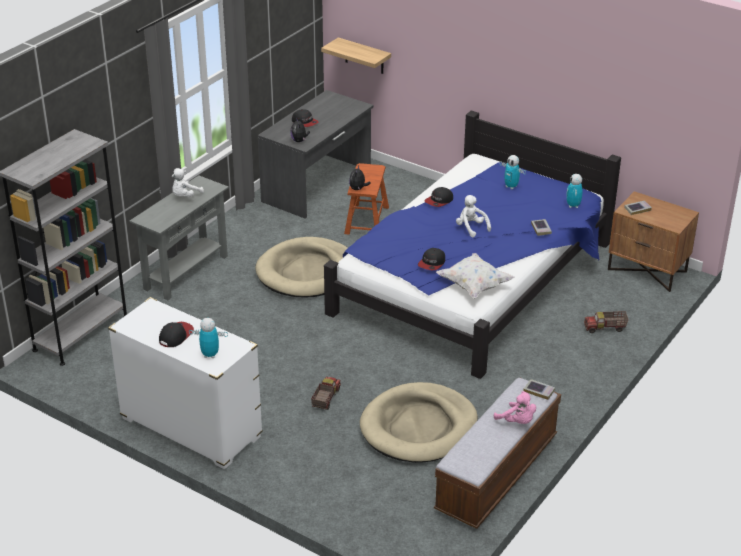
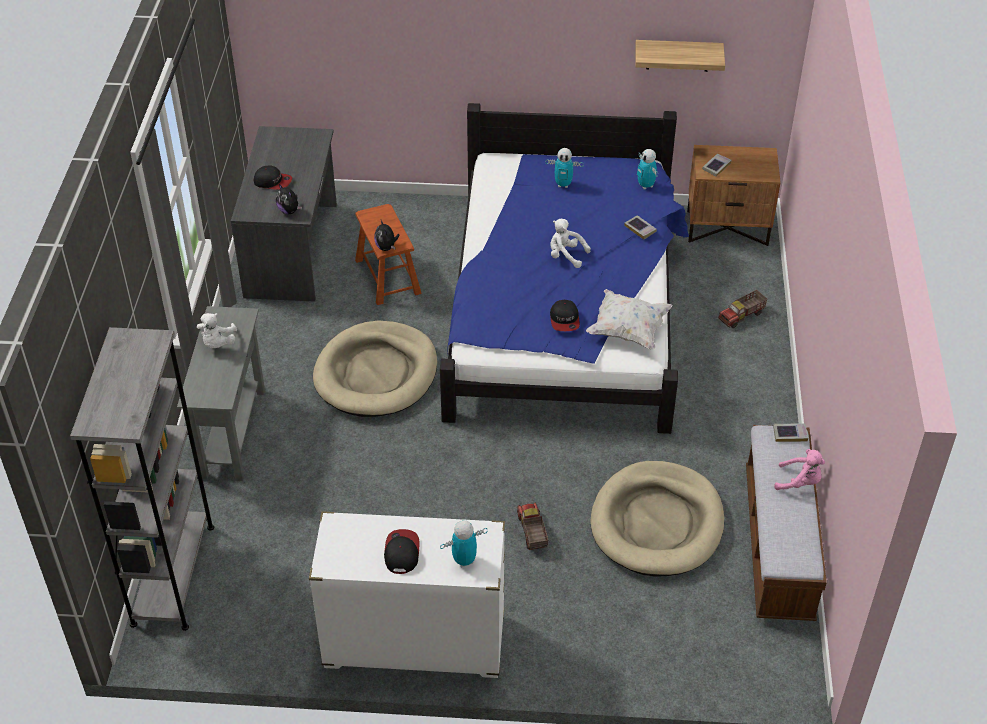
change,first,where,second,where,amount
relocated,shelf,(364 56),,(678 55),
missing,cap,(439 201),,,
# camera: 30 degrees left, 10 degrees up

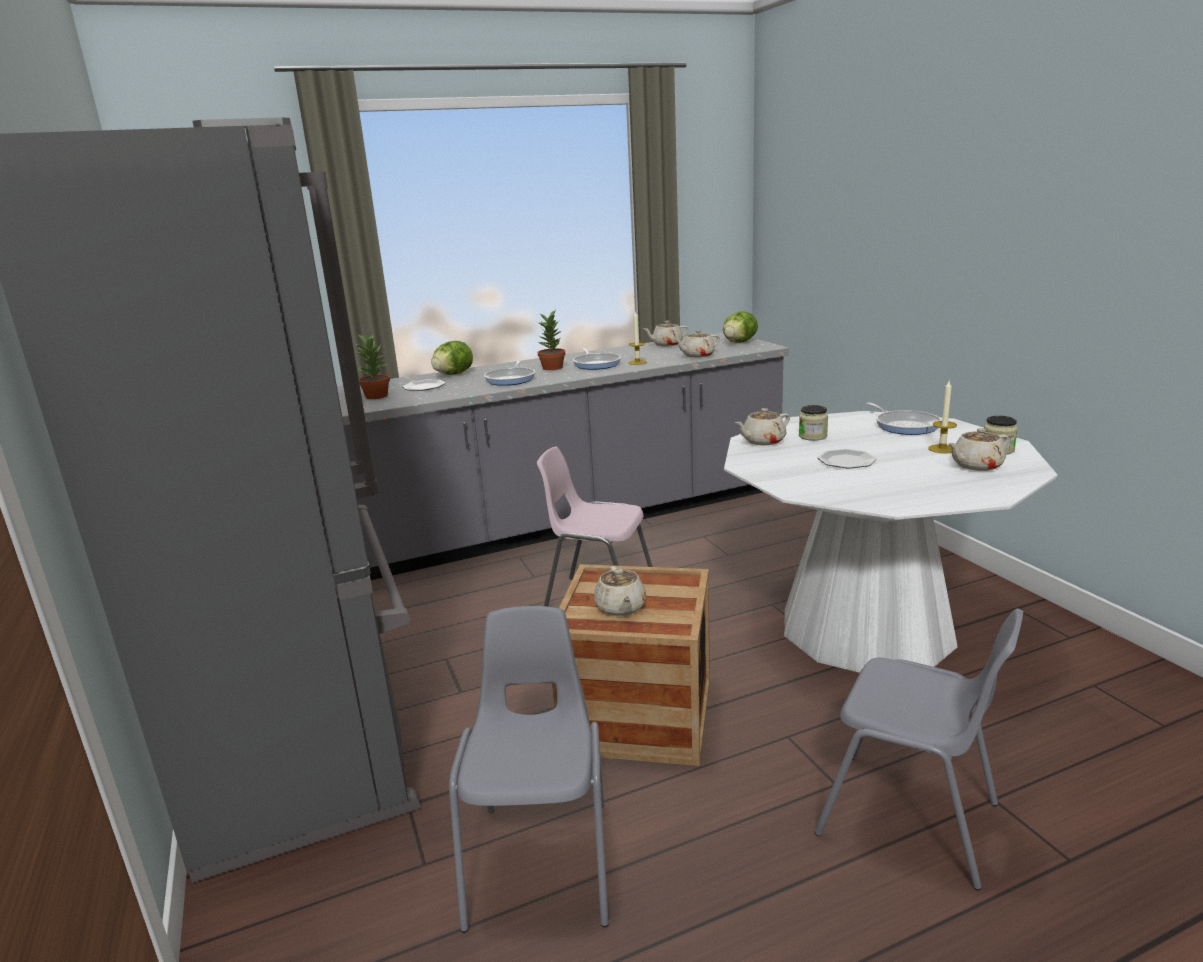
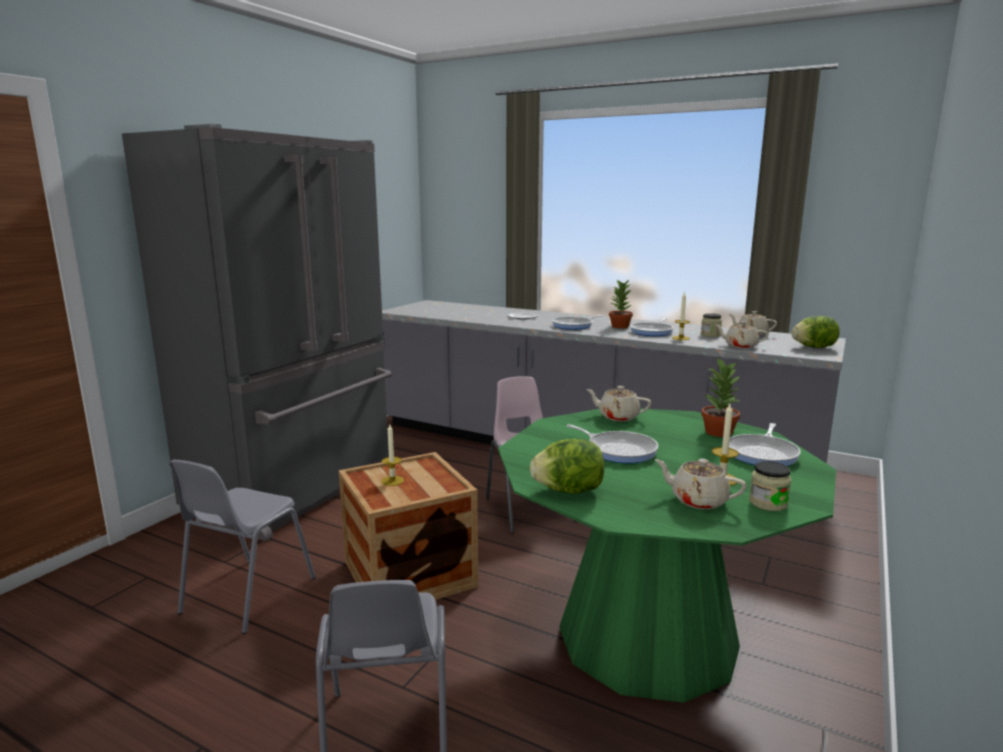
change,first,where,second,where,amount
relocated,potted plant,(376 396),,(719 432),
relocated,lettuce,(453 374),,(568 491),
relocated,jar,(812 436),,(710 335),
colour,dining table (white),(866 627),dining table (green),(647 636),
exchanged,plate,(846 461),frying pan,(618 450),
exchanged,teapot (beige),(620 607),candle,(392 481),
spun,chair (grey),(542 861),,(246 595),150 degrees clockwise
# camera: 50 degrees right, 5 degrees down

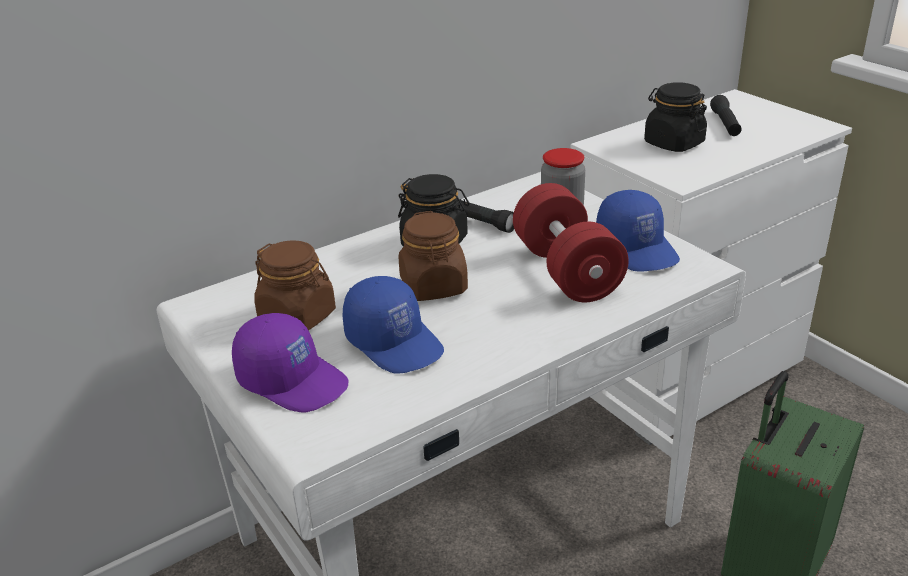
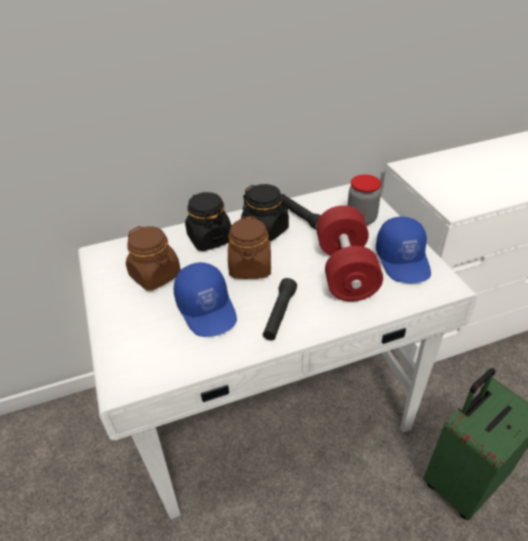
change,first,where,second,where,amount
relocated,jar (black),(673 143),,(209 238),
relocated,flashlight (black),(725 124),,(279 315),
missing,cap (purple),(293 380),,,
# camera: 15 degrees right, 10 degrees up

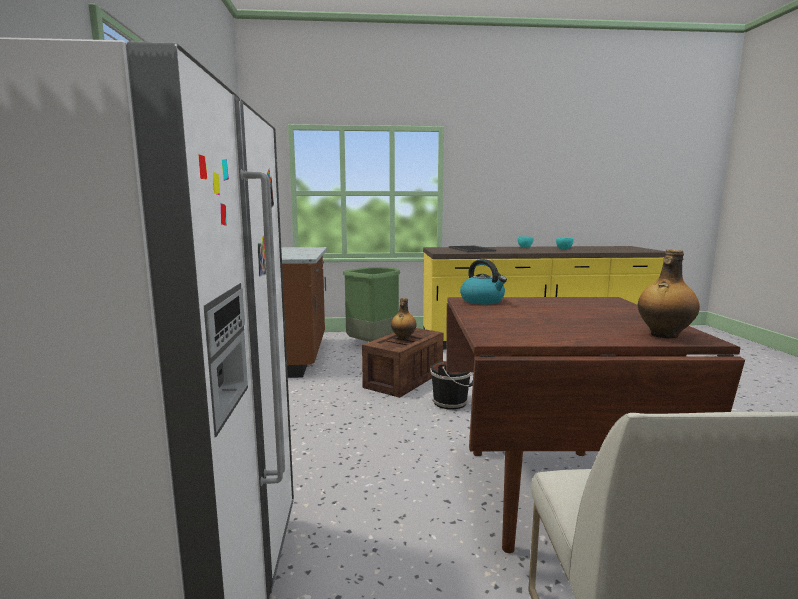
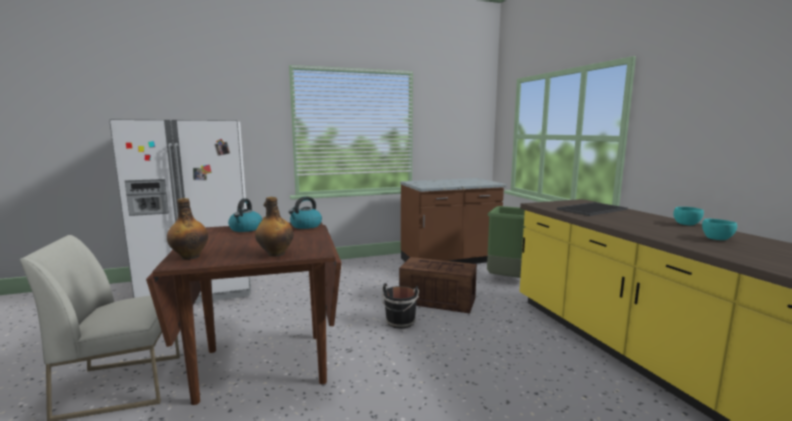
change,first,where,second,where,amount
relocated,bottle,(403 338),,(275 254),
appeared,,,kettle,(246 229),
# camera: 75 degrees right, 0 degrees up

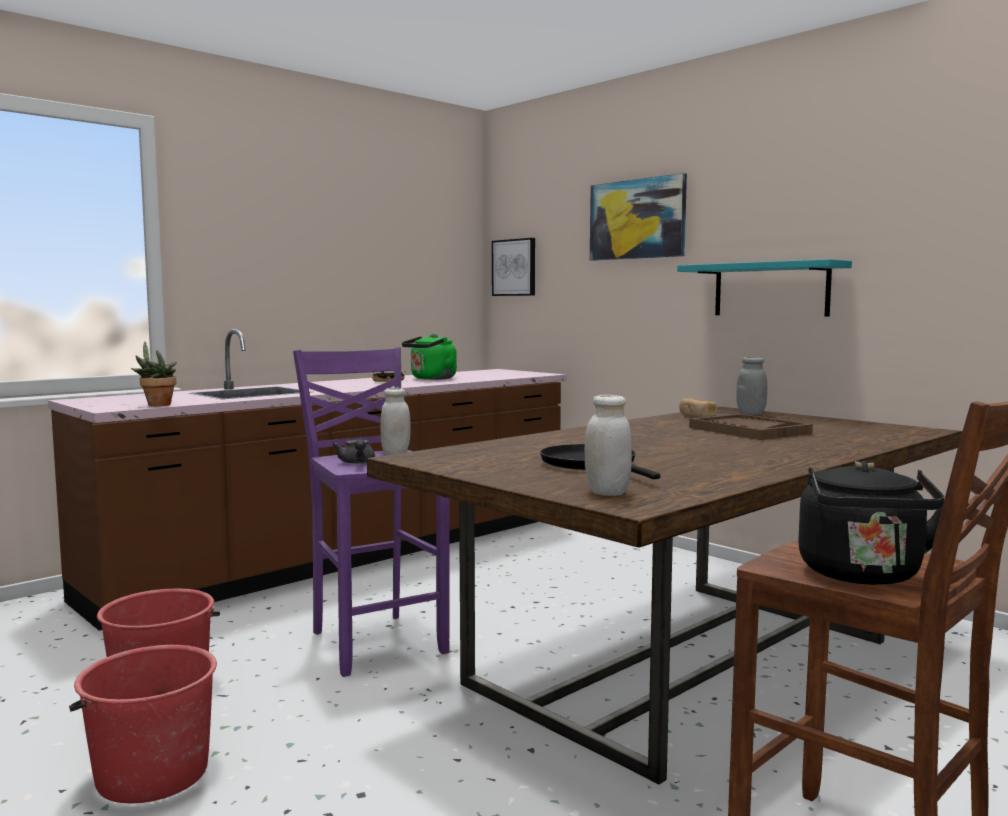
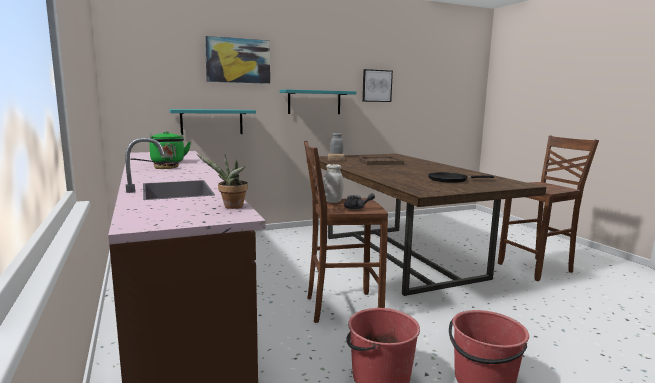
change,first,where,second,where,amount
relocated,picture,(514 267),,(376 86),
colour,stool (purple),(375 642),stool (brown),(341 307),
missing,jar (white),(607 492),,,
missing,kettle (black),(863 576),,,
appeared,,,shelf (turquoise),(212 122),
# camera: 70 degrees left, 5 degrees up

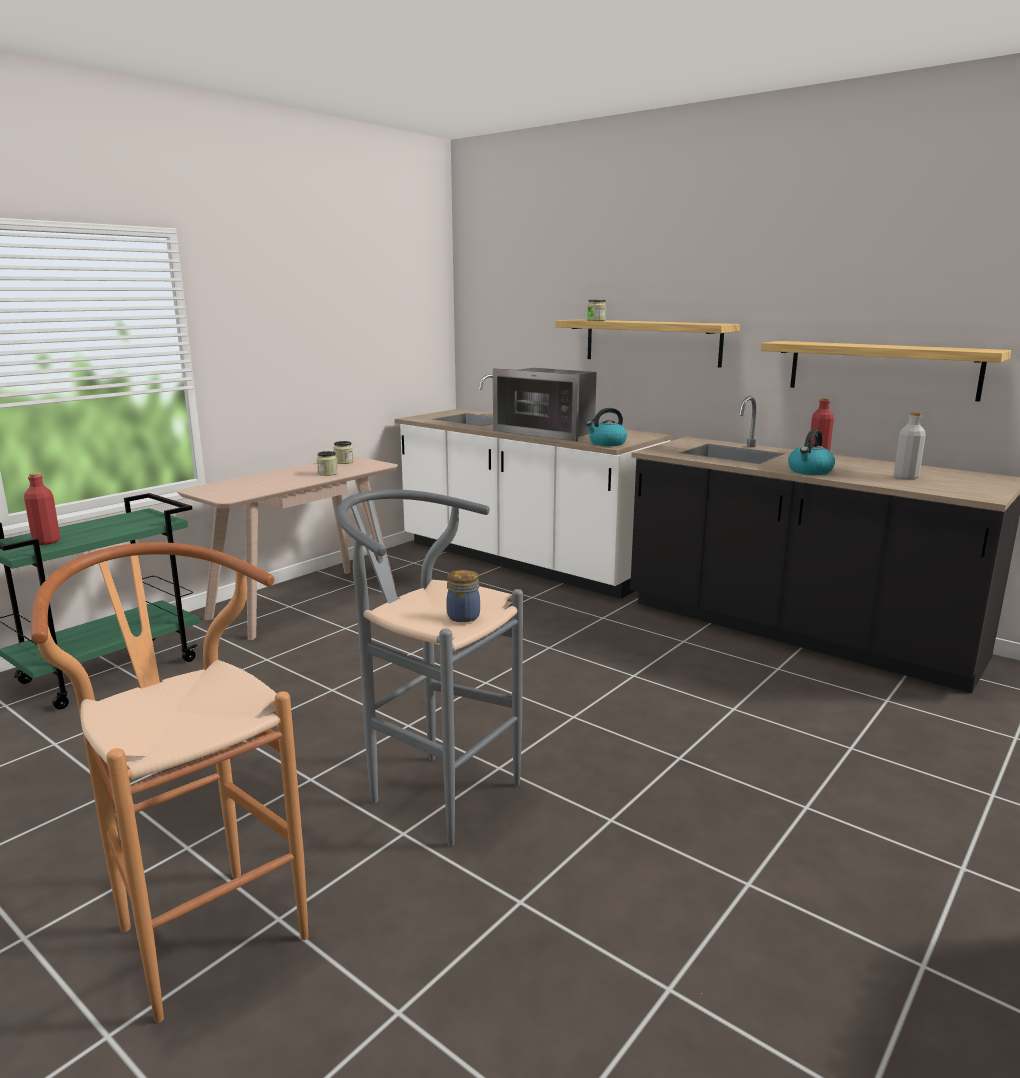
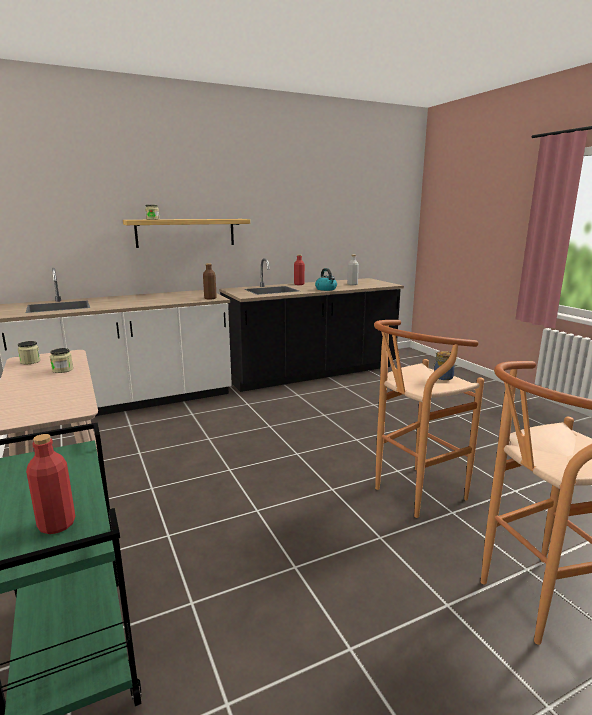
change,first,where,second,where,amount
missing,shelf,(882 369),,,
missing,microwave,(548 432),,,
exchanged,kettle,(607 443),bottle (brown),(210 298),
colour,stool (grey),(432 790),stool (brown),(412 495),
# camera: 65 degrees left, 0 degrees up

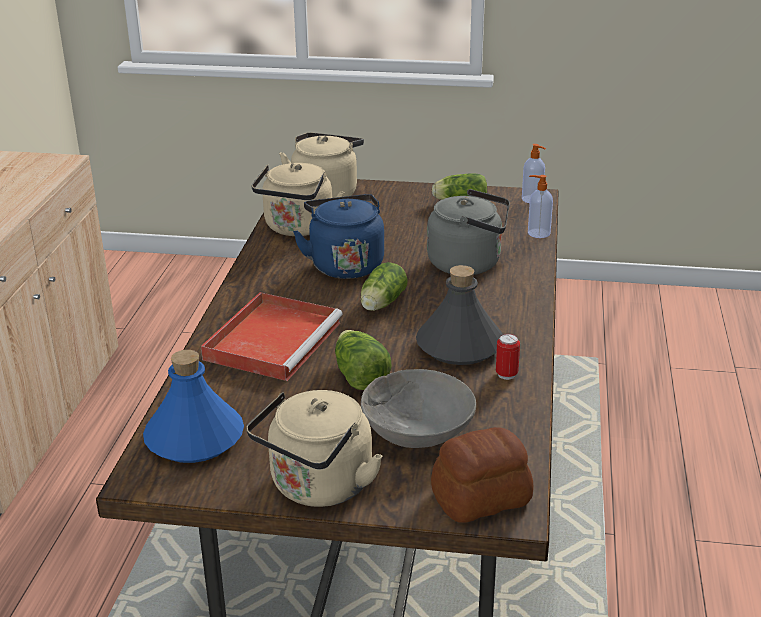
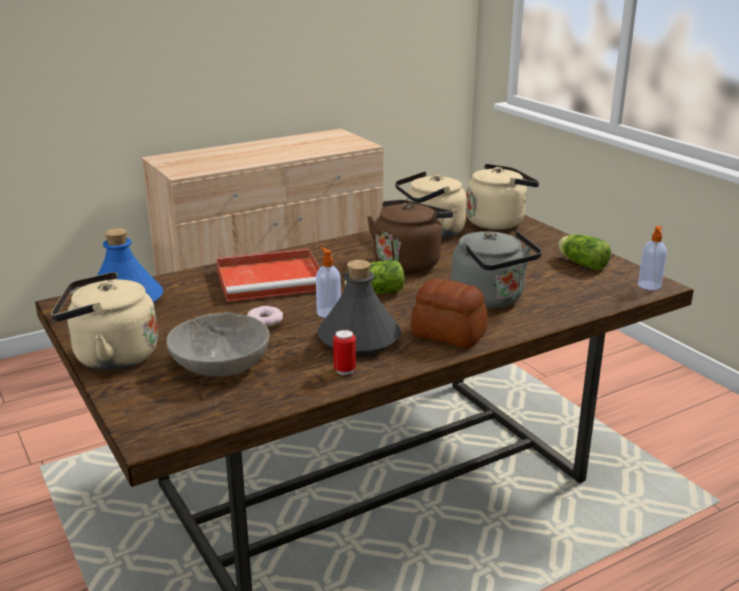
change,first,where,second,where,amount
relocated,soap dispenser,(538 233),,(328 312),
colour,kettle (blue),(345 264),kettle (brown),(409 263),
exchanged,lettuce,(359 376),donut,(265 320),
relocated,bread,(482 498),,(448 334),
# camera: 50 degrees right, 5 degrees down

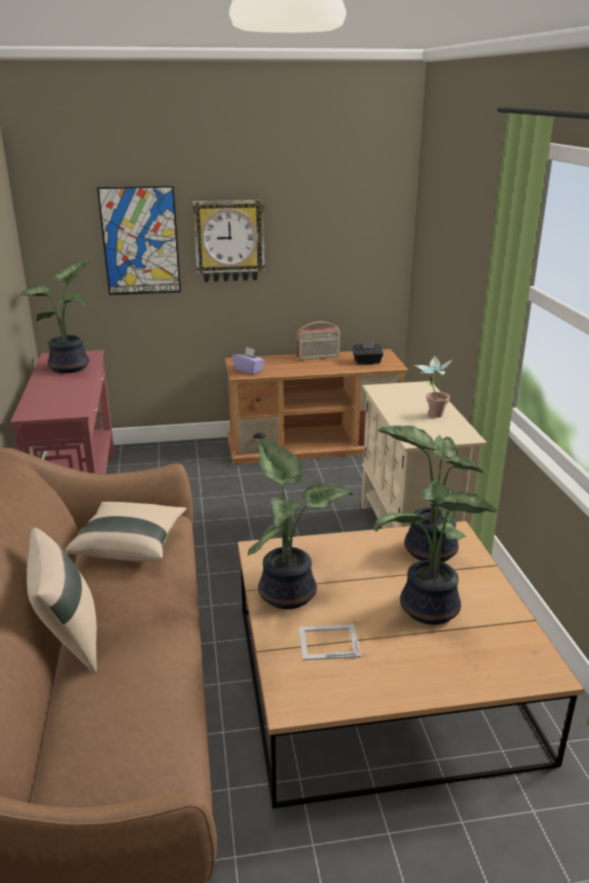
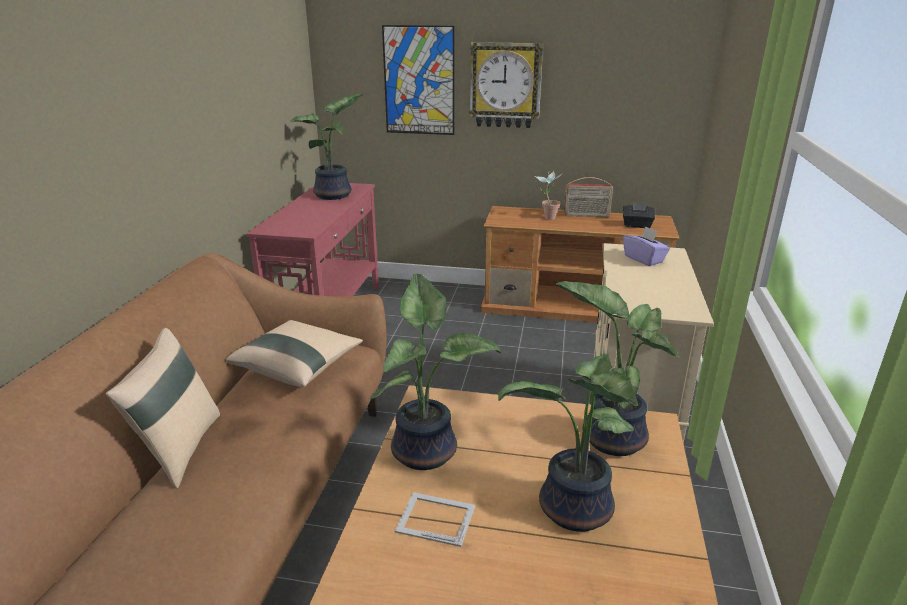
change,first,where,second,where,amount
relocated,tissue box (purple),(249 370),,(644 259),
relocated,potted plant,(431 414),,(546 217),
# camera: 20 degrees right, 0 degrees up

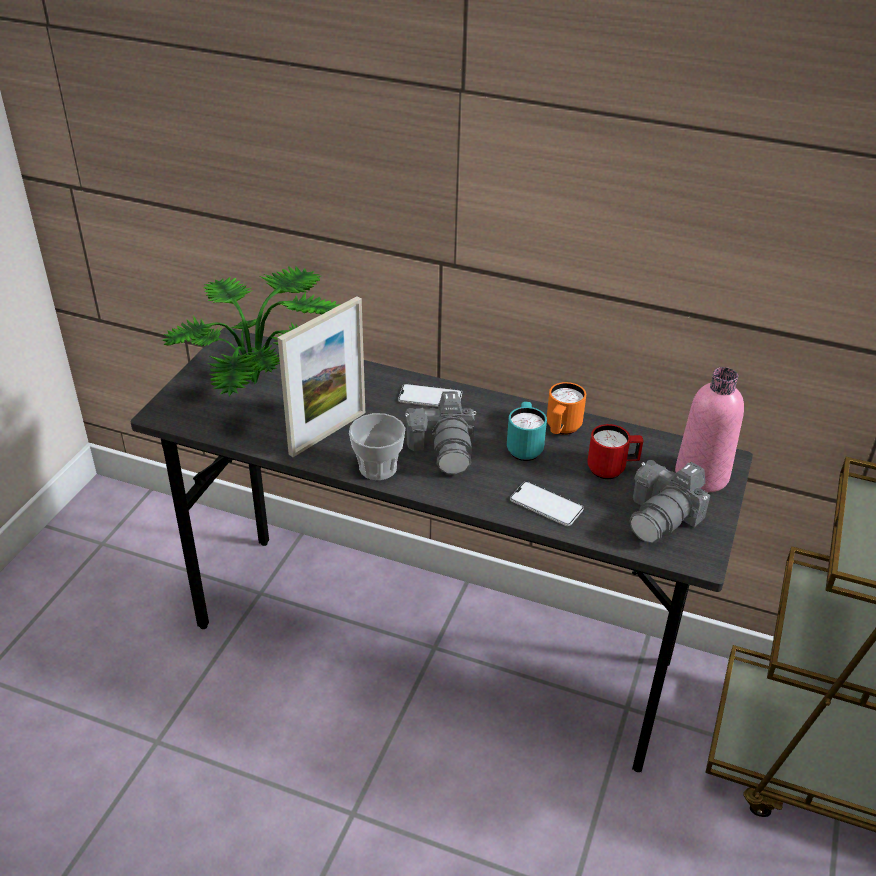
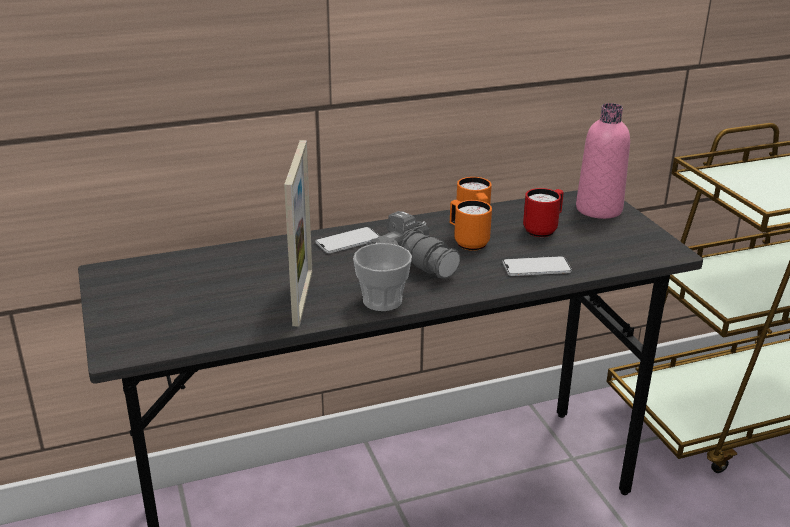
change,first,where,second,where,amount
missing,potted plant,(264 384),,,
colour,mug (turquoise),(524 448),mug (orange),(467 242),
missing,photo camera,(663 516),,,
# camera: 40 degrees left, 10 degrees down

